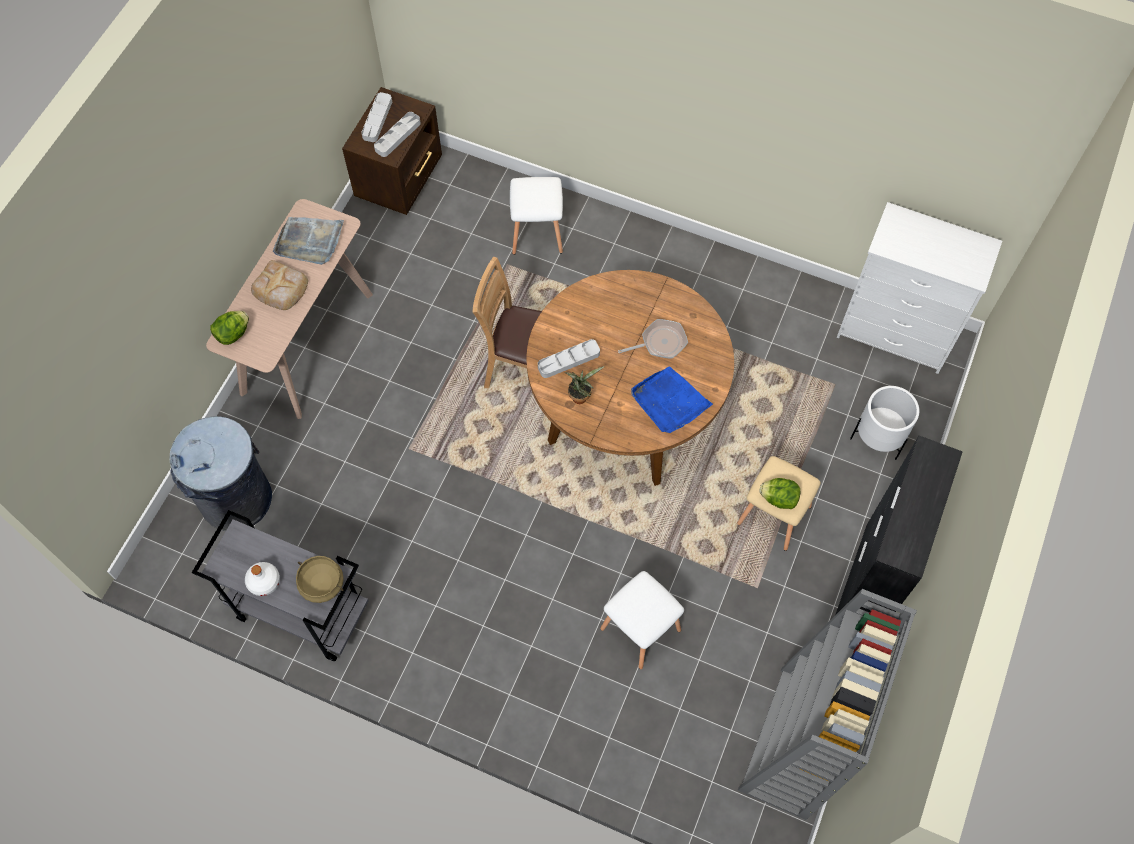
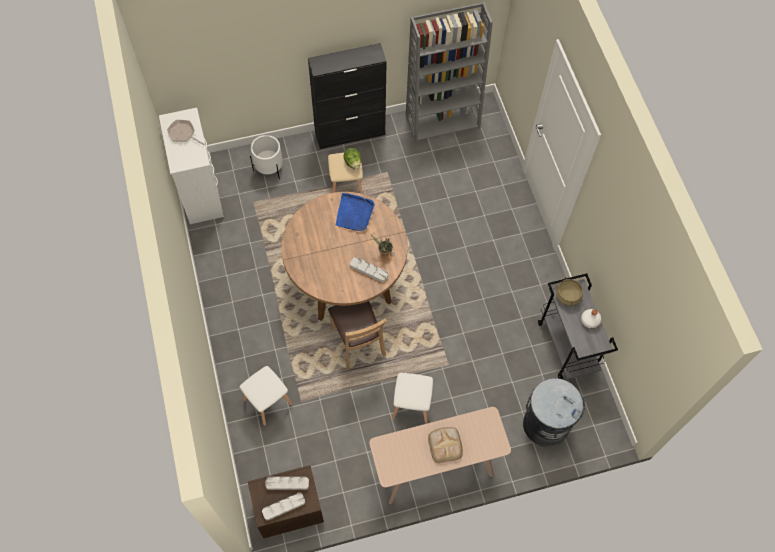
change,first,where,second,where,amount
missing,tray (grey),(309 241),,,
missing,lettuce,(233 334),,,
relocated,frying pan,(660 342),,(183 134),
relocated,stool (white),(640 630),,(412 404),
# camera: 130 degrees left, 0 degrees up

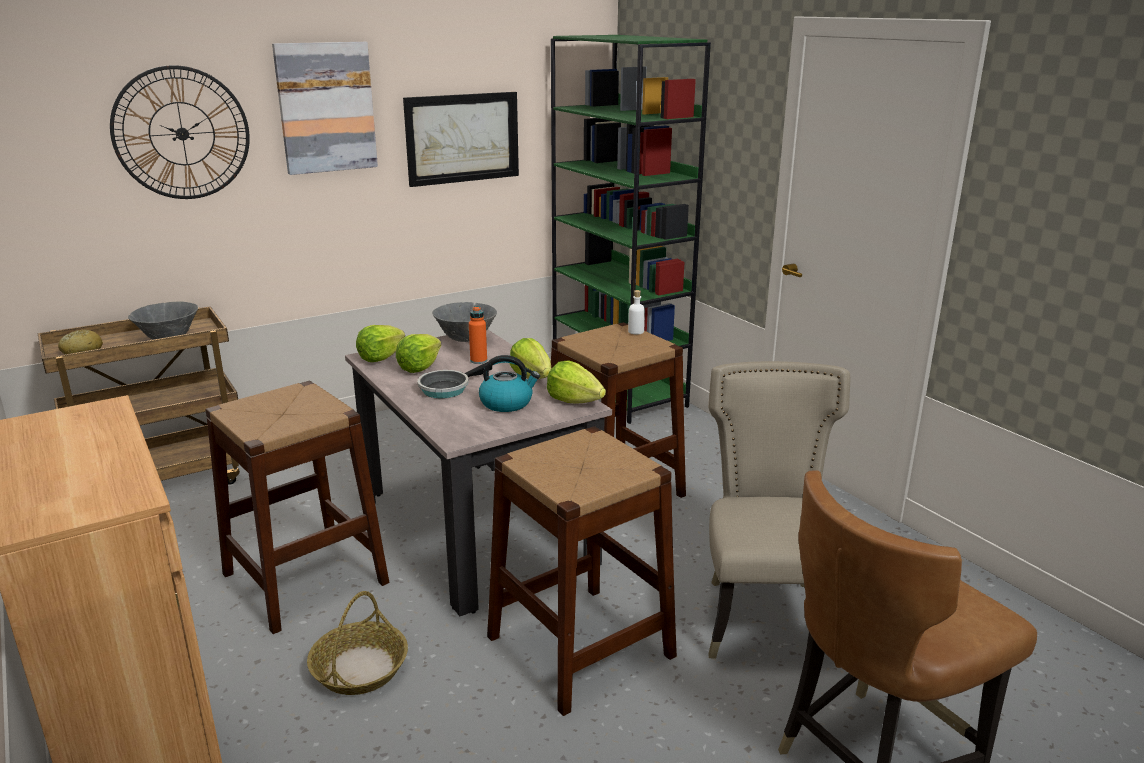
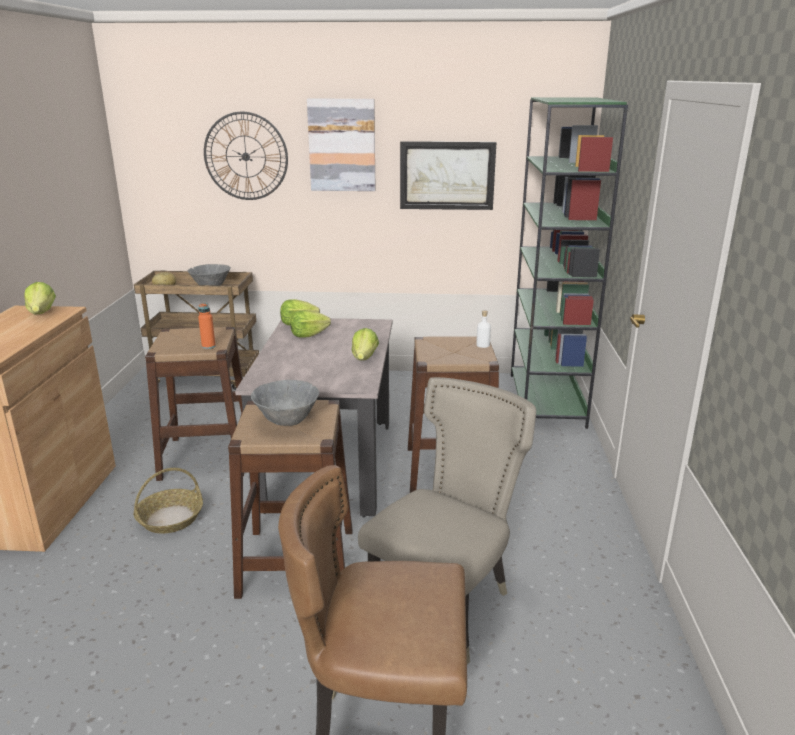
change,first,where,second,where,amount
relocated,bowl (grey),(465 340),,(287 422),
relocated,bottle (orange),(478 361),,(208 346),
missing,kettle,(507 403),,,
relocated,lettuce,(574 400),,(42 313),
missing,frying pan,(447 388),,,
# camera: 35 degrees right, 0 degrees up

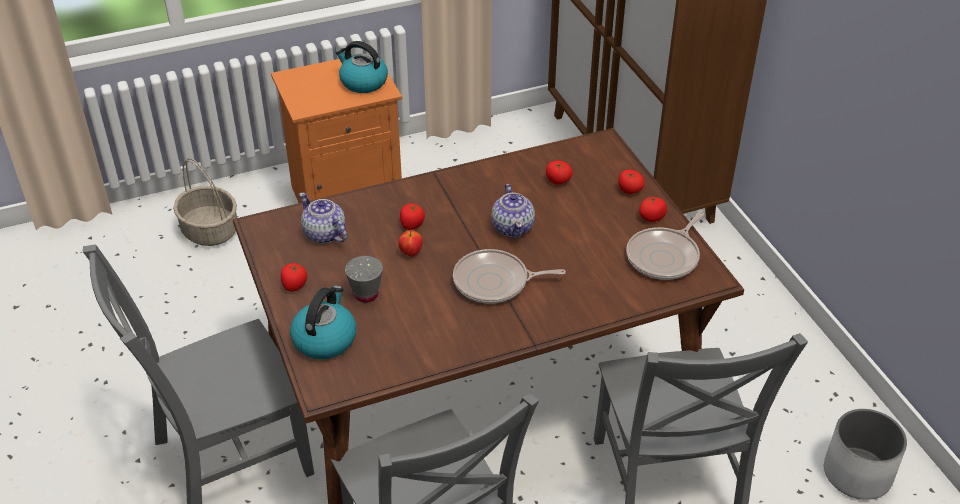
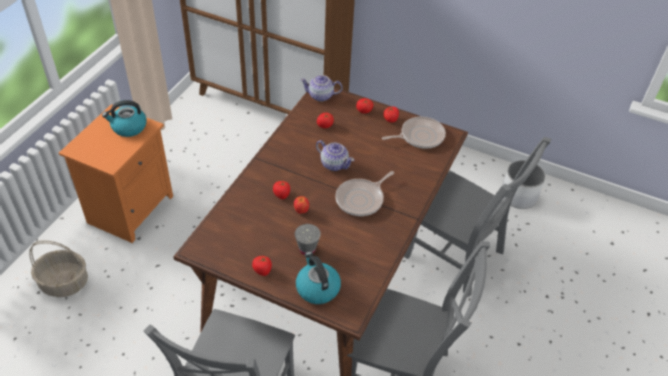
change,first,where,second,where,amount
relocated,teapot,(324 234),,(321 96),
spun,frying pan,(665 257),,(419 136),105 degrees counterclockwise
# camera: 45 degrees left, 5 degrees up

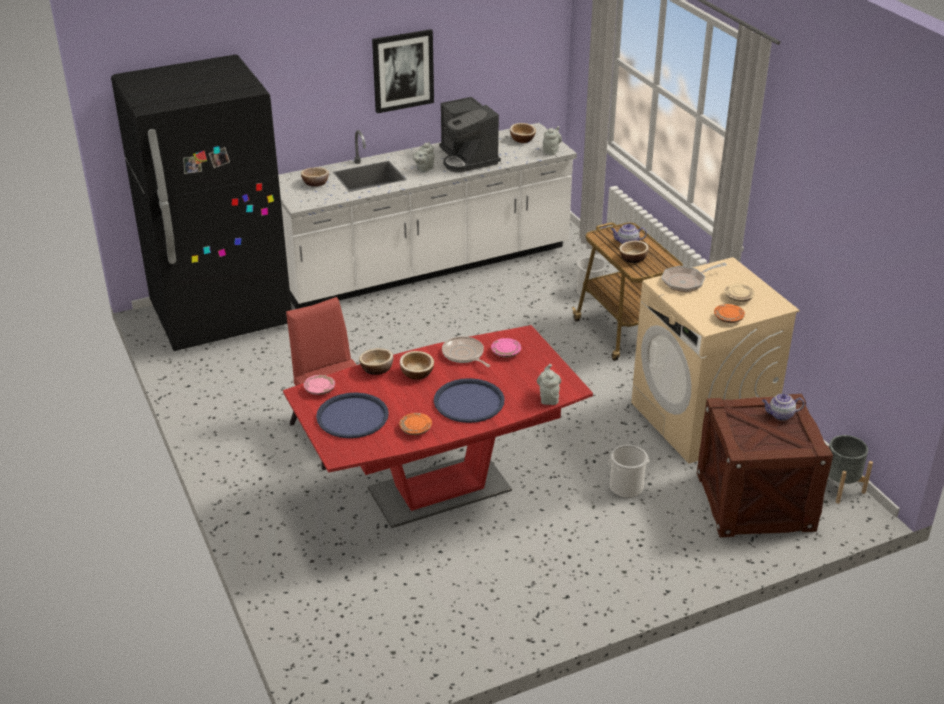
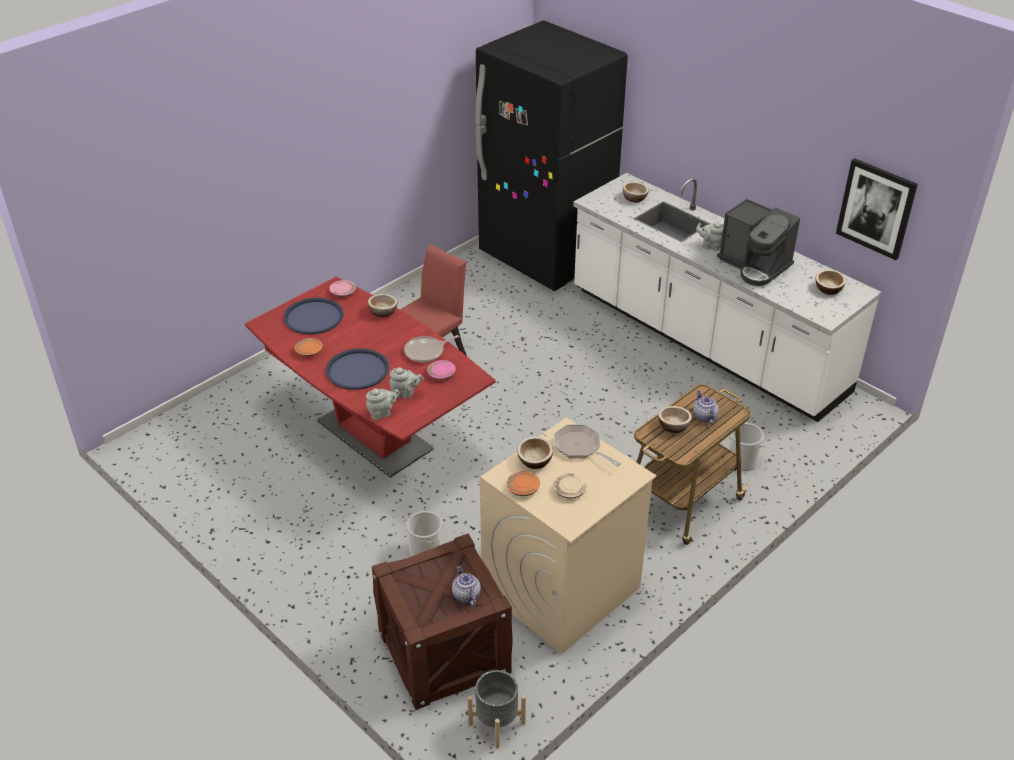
change,first,where,second,where,amount
relocated,picture,(403 70),,(876 208),
spun,coffee machine,(468 158),,(754 265),90 degrees counterclockwise
relocated,teapot (grey),(551 151),,(405 393),
spun,frying pan,(464 354),,(426 352),150 degrees counterclockwise
relocated,bowl,(417 373),,(534 461),
# camera: 70 degrees right, 5 degrees up

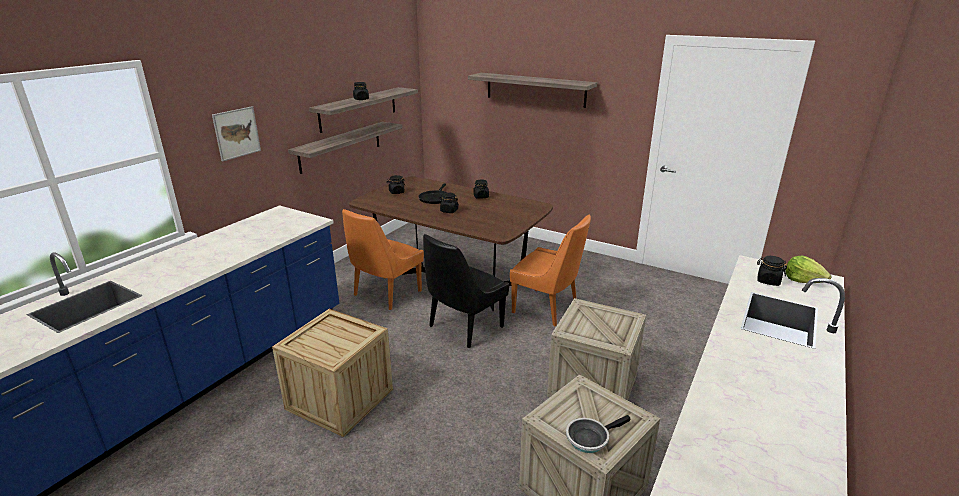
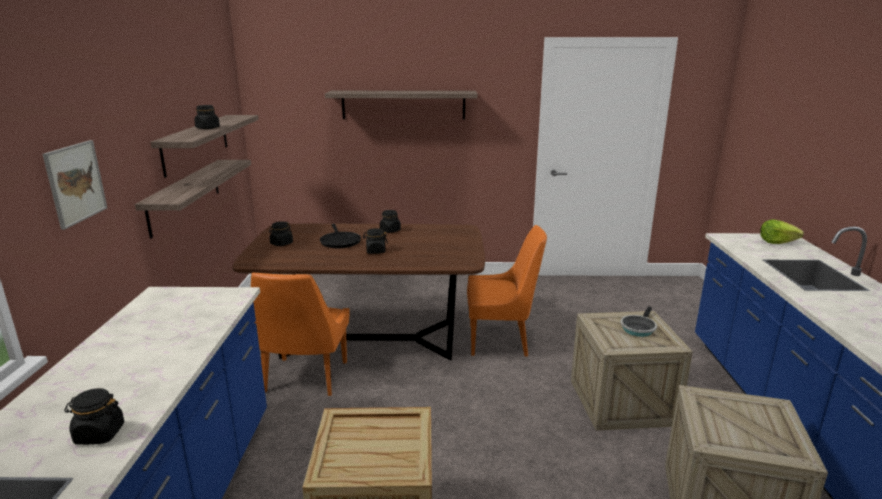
change,first,where,second,where,amount
missing,chair (black),(464 327),,,
relocated,jar (black),(768 281),,(99 434),
relocated,frying pan,(590 438),,(638 328),
# camera: 30 degrees left, 5 degrees down

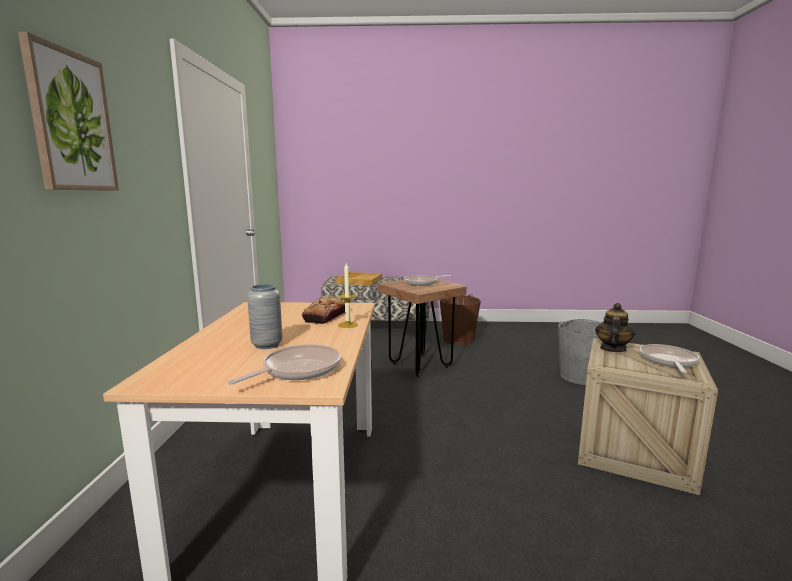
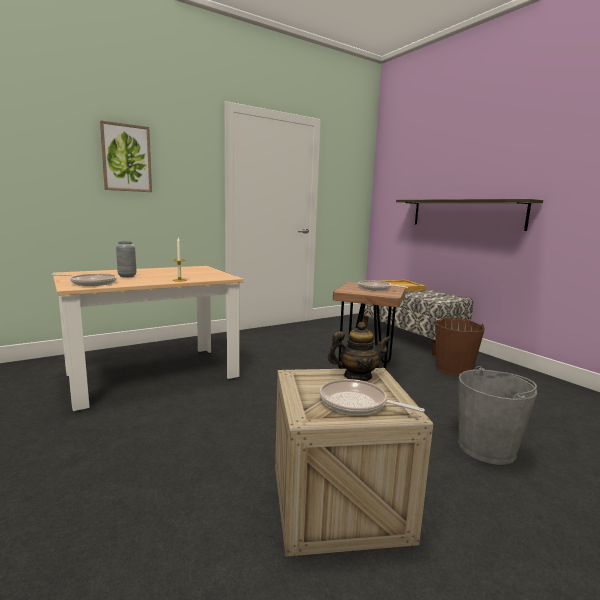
change,first,where,second,where,amount
missing,bread,(326 316),,,
spun,frying pan,(668 361),,(357 403),135 degrees counterclockwise
appeared,,,shelf,(465 213),
# camera: 55 degrees right, 0 degrees up

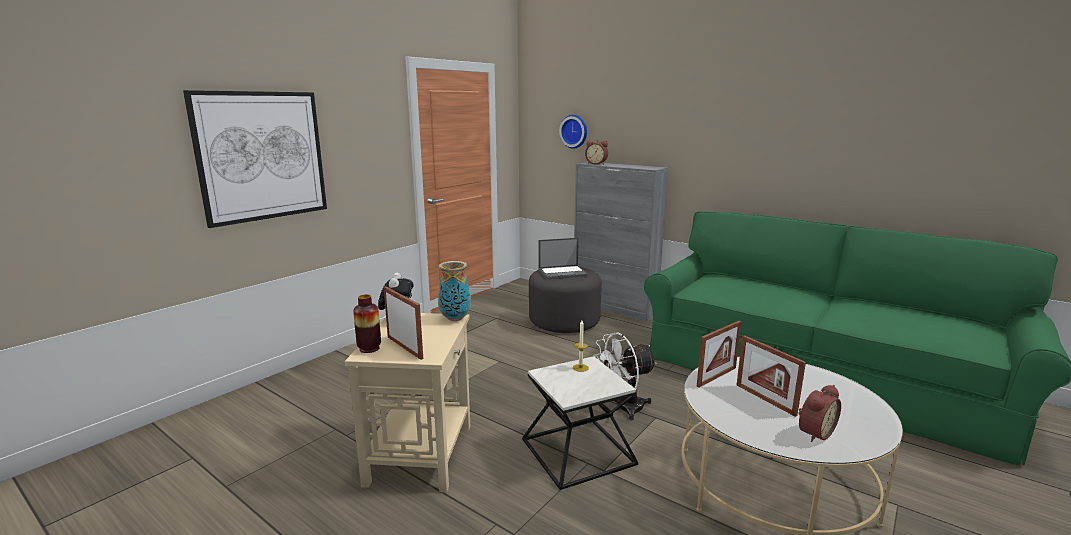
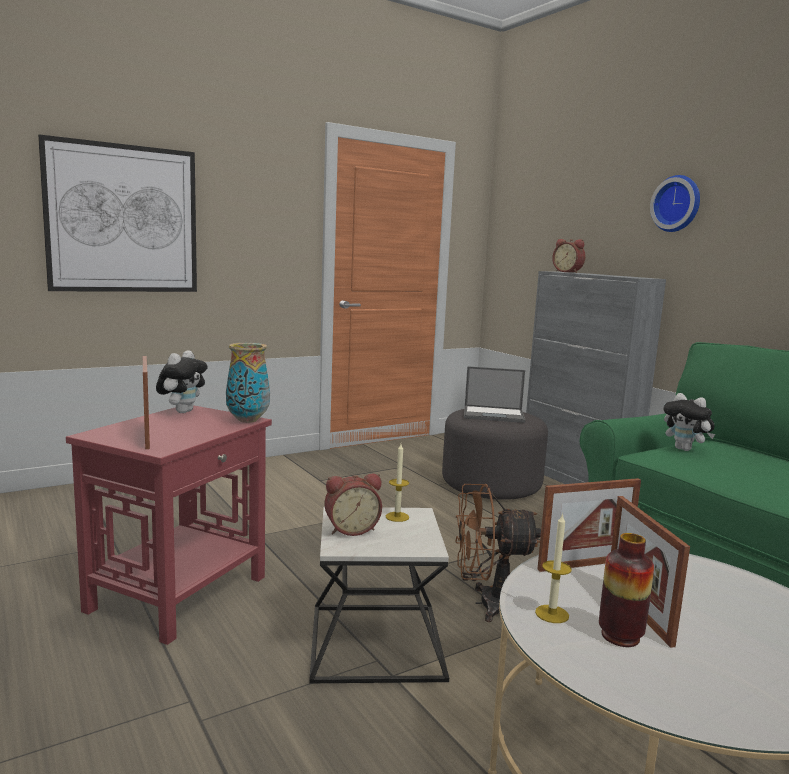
change,first,where,second,where,amount
relocated,wall clock,(574 131),,(677 204),
relocated,vase,(369 348),,(620 636),
colour,side table (beige),(421 454),side table (red),(179 594),
colour,fan (white),(623 408),fan (brown),(487 604),
relocated,alarm clock,(813 432),,(351 529),
appeared,,,plush toy,(685 449),
appeared,,,candle,(552 614),
# camera: 20 degrees right, 5 degrees down

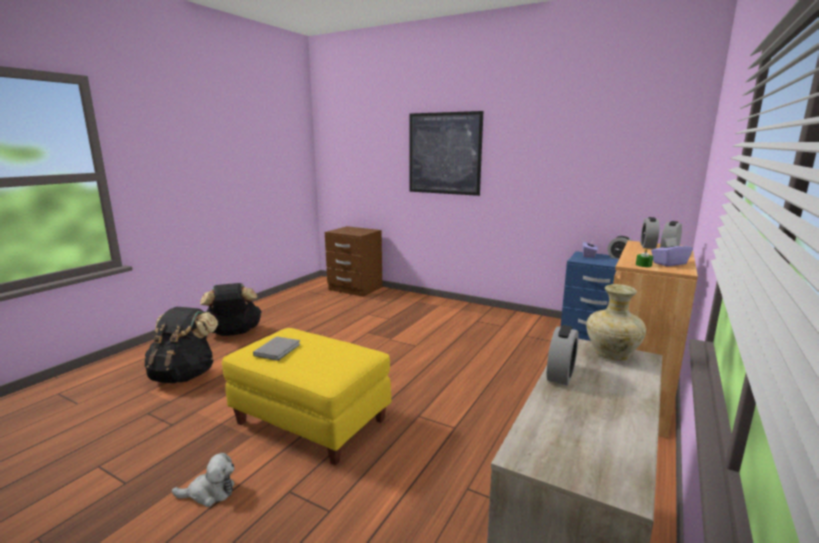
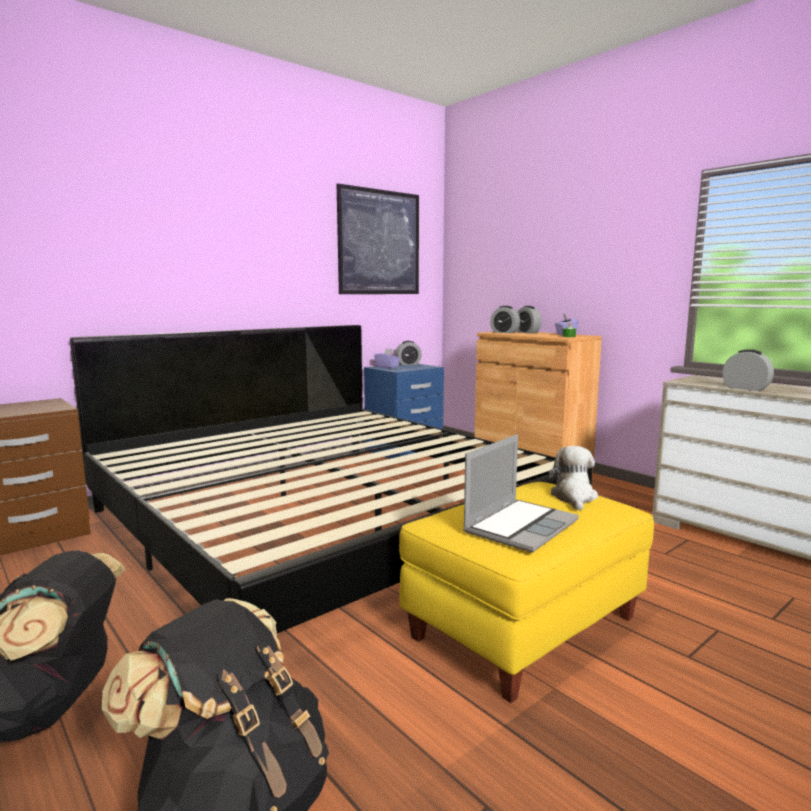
change,first,where,second,where,amount
relocated,picture,(444 153),,(379 242),
missing,vase (beige),(611 354),,,
exchanged,book (grey),(278 349),laptop,(520 526),
relocated,plush toy,(209 493),,(573 497),
appeared,,,bed,(326 520),
# camera: 70 degrees left, 5 degrees down

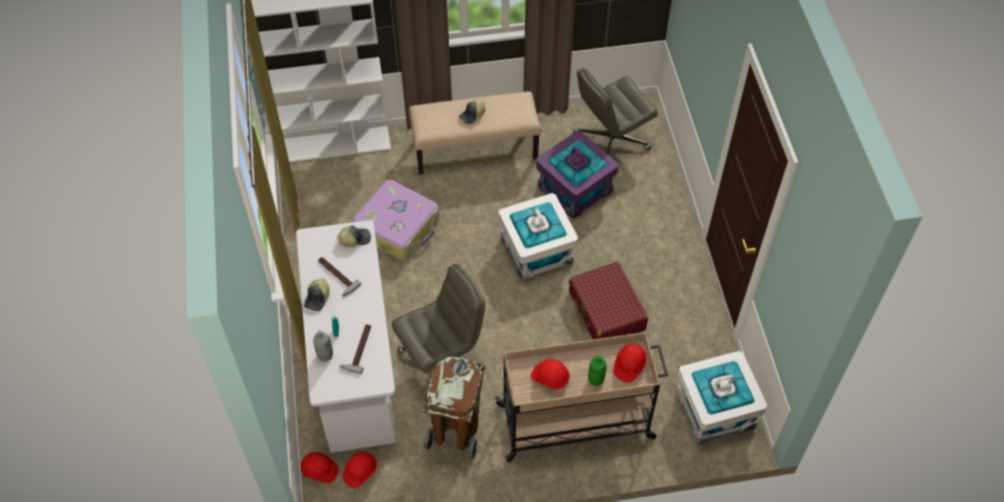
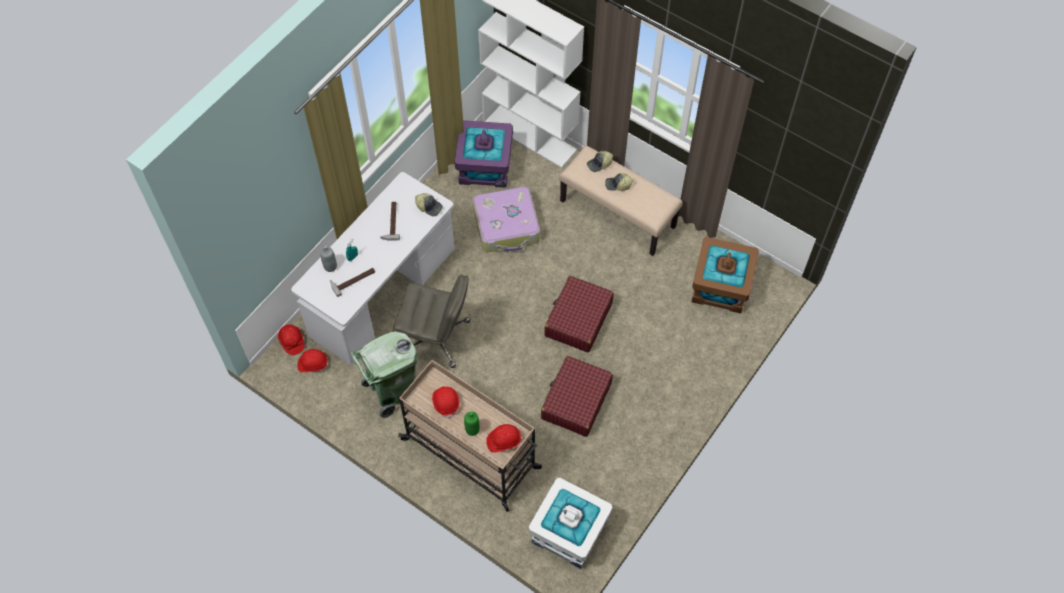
change,first,where,second,where,amount
exchanged,office chair (grey),(610 142),storage box (brown),(720 286),
relocated,storage box (purple),(575 189),,(485 166),
exchanged,storage box (white),(537 250),suitcase (red),(578 319),
relocated,cap,(318 298),,(599 164),
colour,trash can (brown),(455 432),trash can (green),(392 391),
# camera: 45 degrees right, 5 degrees up

